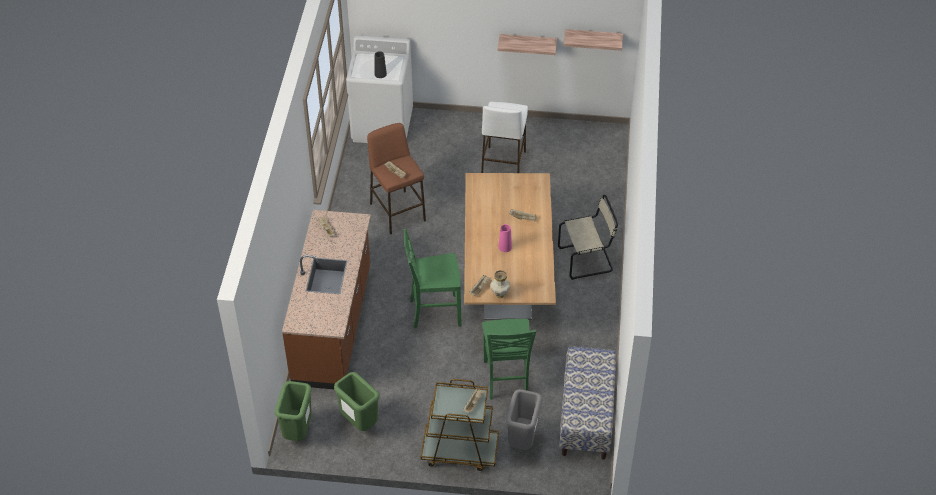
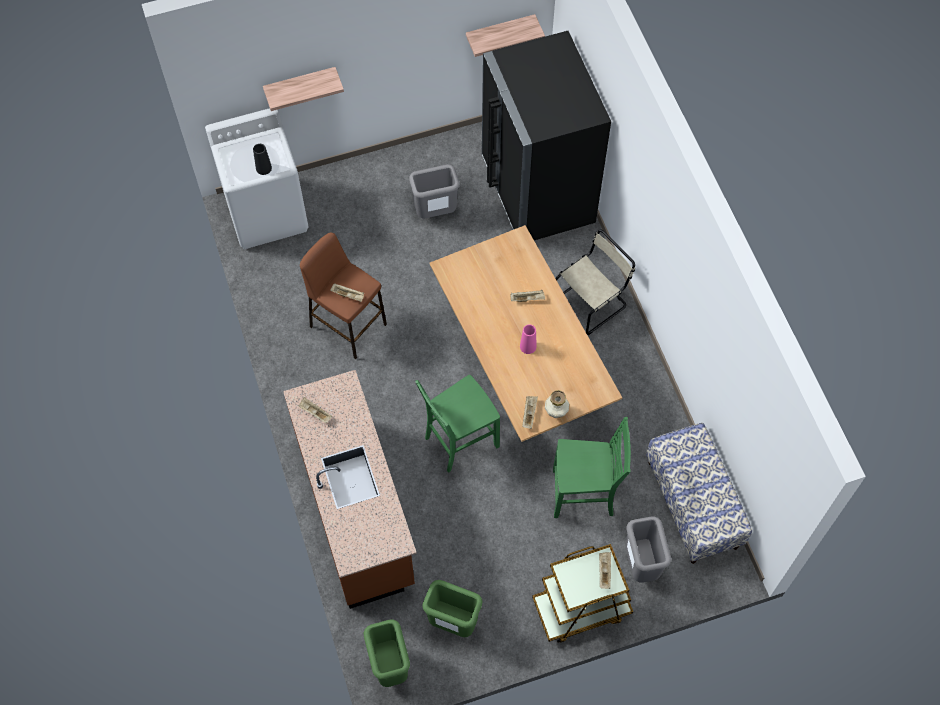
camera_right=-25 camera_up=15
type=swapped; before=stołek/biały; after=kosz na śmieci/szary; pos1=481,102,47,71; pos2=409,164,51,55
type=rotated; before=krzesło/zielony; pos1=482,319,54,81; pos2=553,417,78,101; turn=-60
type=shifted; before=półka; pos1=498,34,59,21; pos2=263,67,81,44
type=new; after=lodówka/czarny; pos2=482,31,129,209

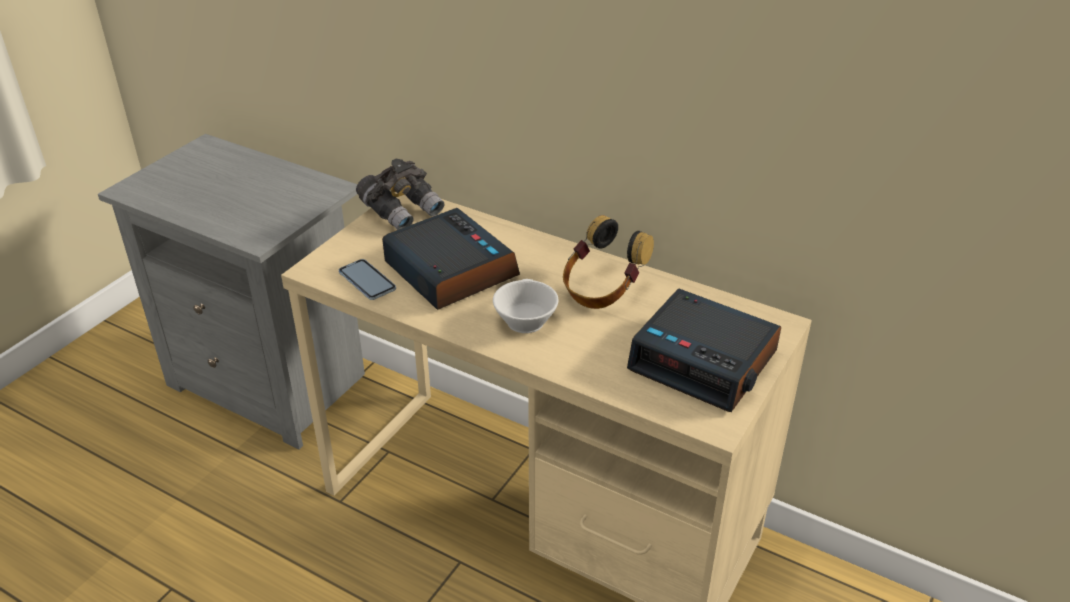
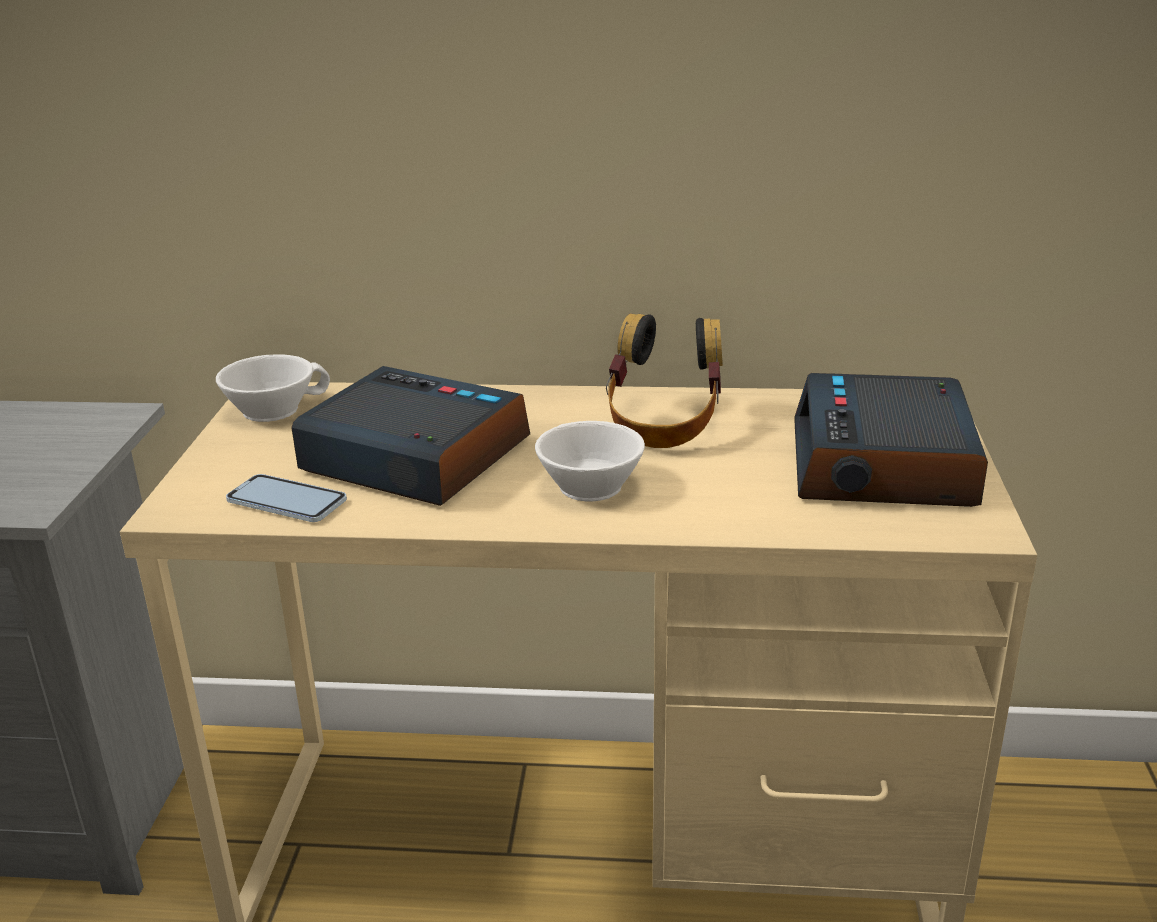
camera_right=-25 camera_up=-10
type=swapped; before=lornetka/szary; after=filiżanka/biały; pos1=356,159,88,71; pos2=216,354,114,68
type=rotated; before=budzik; pos1=627,289,154,123; pos2=794,373,194,134; turn=90

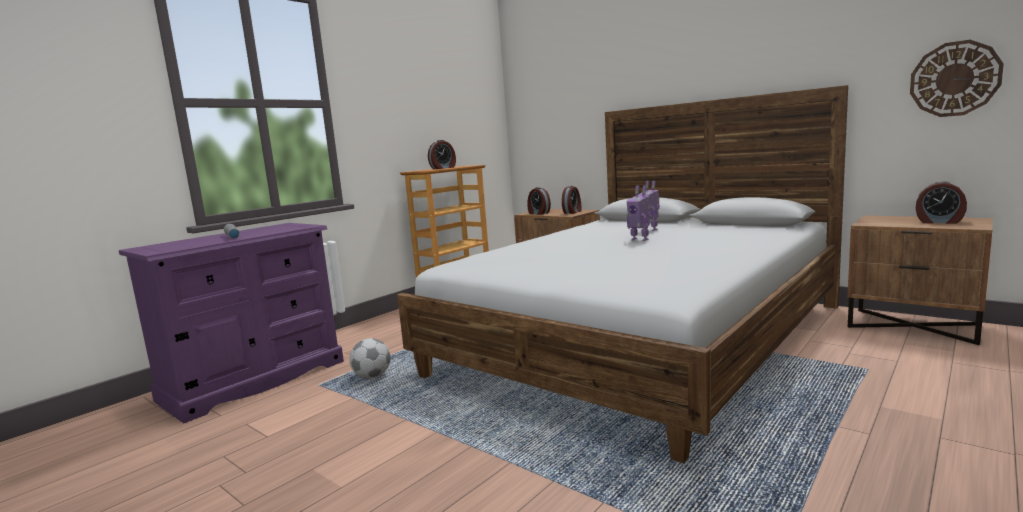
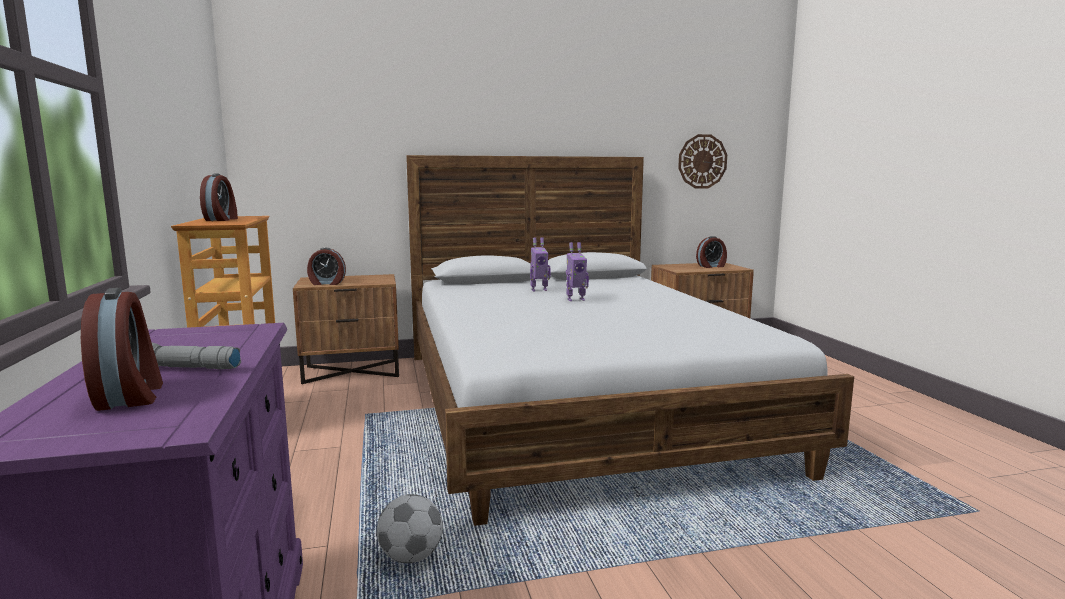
camera_right=-55 camera_up=0
type=shifted; before=budzik; pos1=562,186,20,28; pos2=81,288,82,123

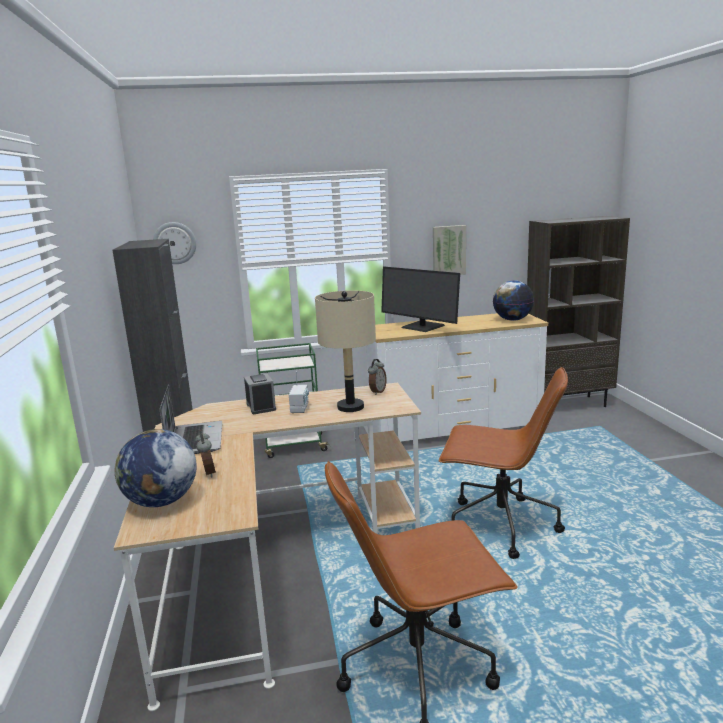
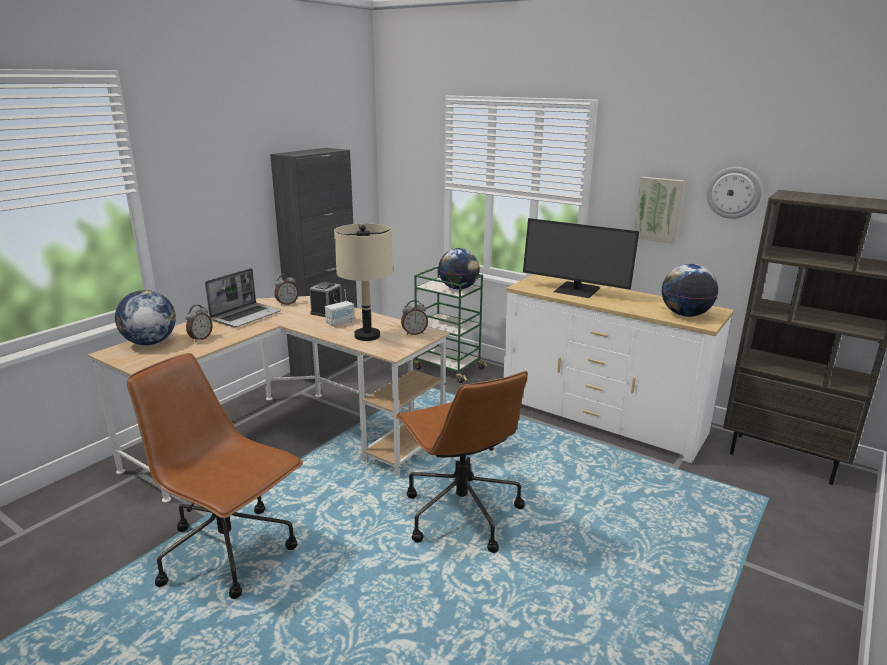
camera_right=45 camera_up=5
type=shifted; before=zegar ścienny; pos1=153,222,43,42; pos2=707,167,55,52
type=rotated; before=monitor; pos1=381,267,79,65; pos2=523,218,116,80; turn=-60
type=new; after=budzik; pos2=274,274,25,32
type=new; after=globus; pos2=438,248,42,42

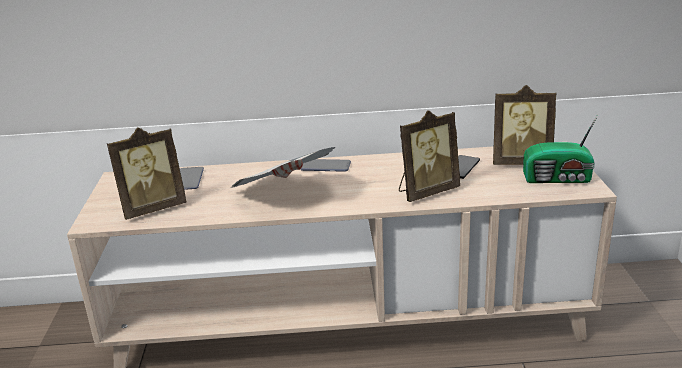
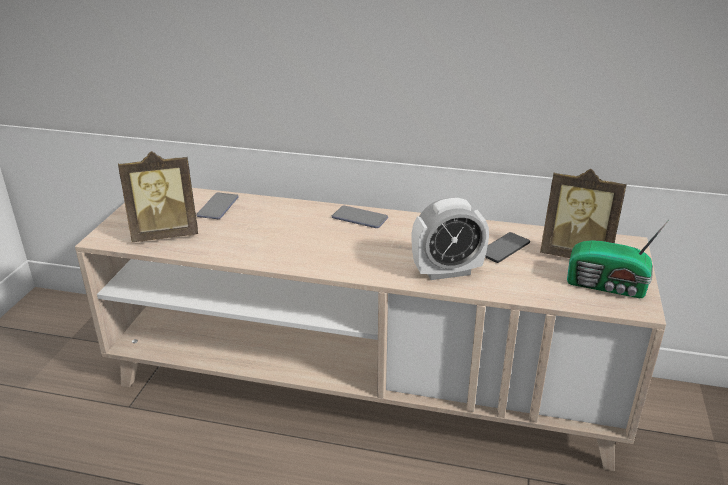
camera_right=15 camera_up=5
type=gone; before=gazeta; pos1=231,147,105,41
type=swapped; before=ramka na zdjęcie; after=budzik; pos1=399,110,61,92; pos2=412,198,77,82

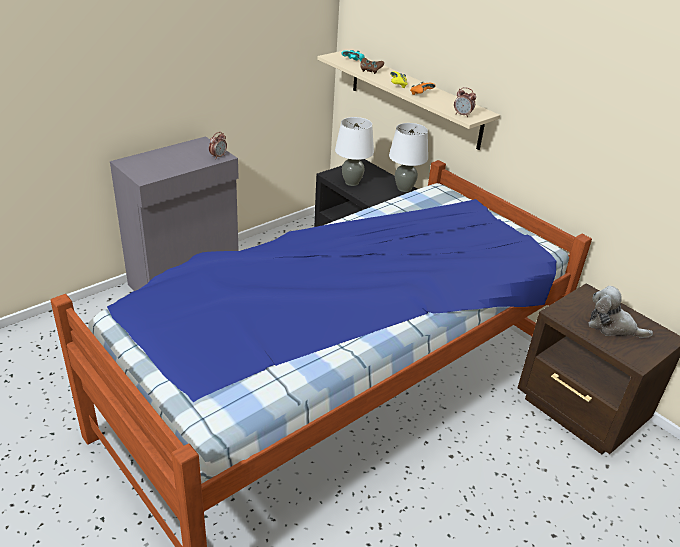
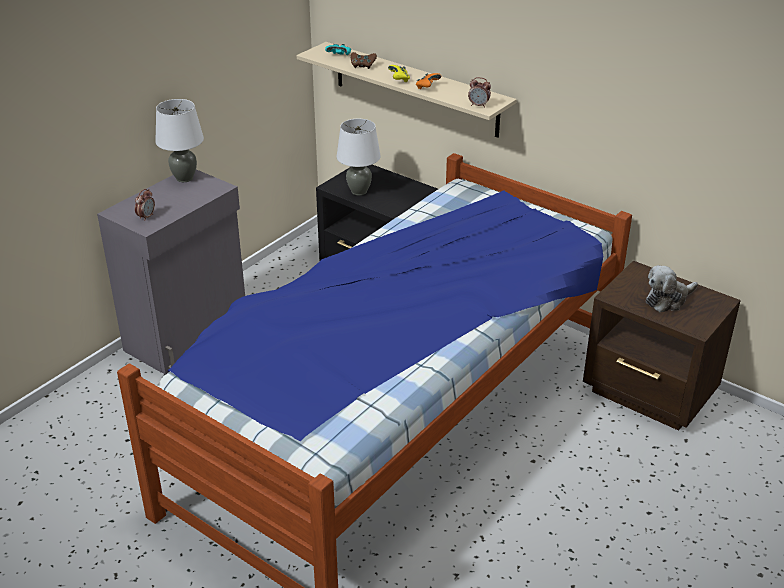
camera_right=-10 camera_up=0
type=shifted; before=budzik; pos1=209,132,18,26; pos2=135,189,20,32
type=shifted; before=lampa stołowa/biały; pos1=389,123,39,69; pos2=155,99,49,83
type=rotated; before=pluszak; pos1=588,286,65,52; pos2=646,265,52,47; turn=-45

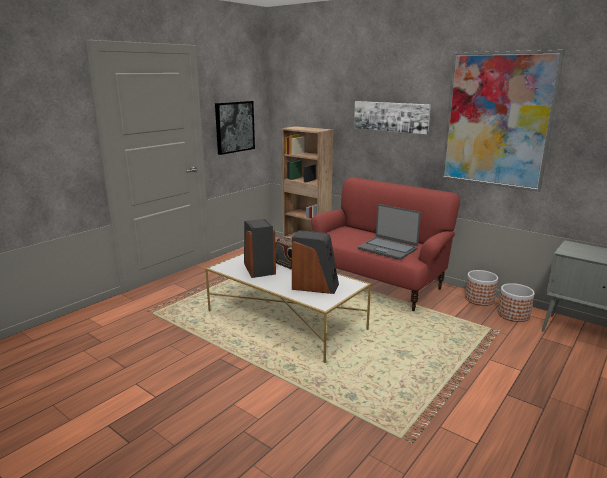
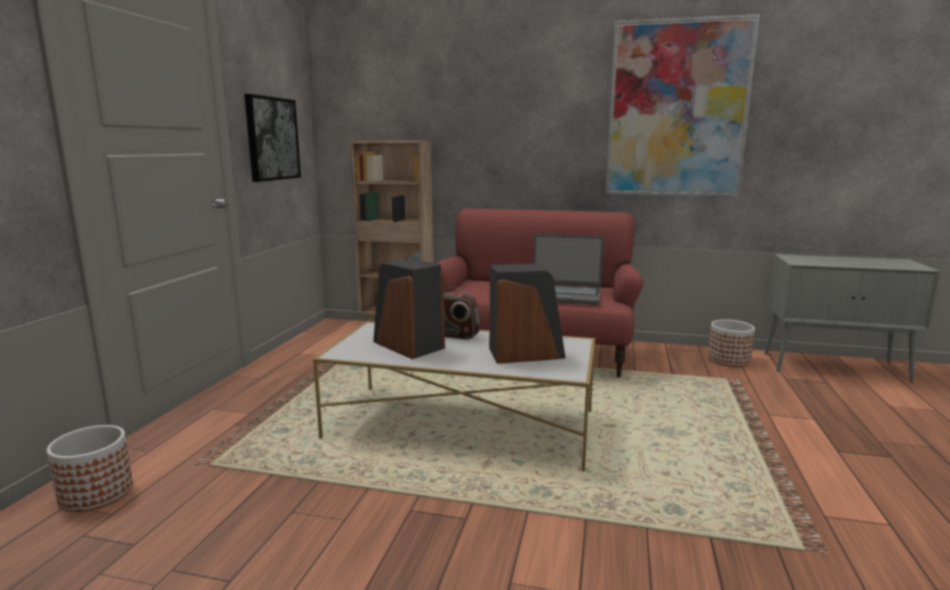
camera_right=-25 camera_up=-5
type=gone; before=obraz; pos1=354,101,77,33
type=shifted; before=donica; pos1=465,270,33,36; pos2=46,425,87,87

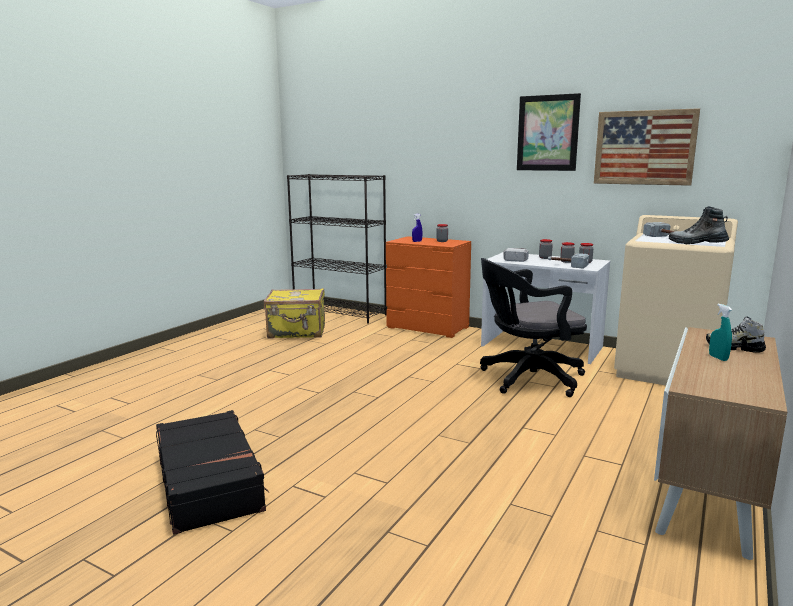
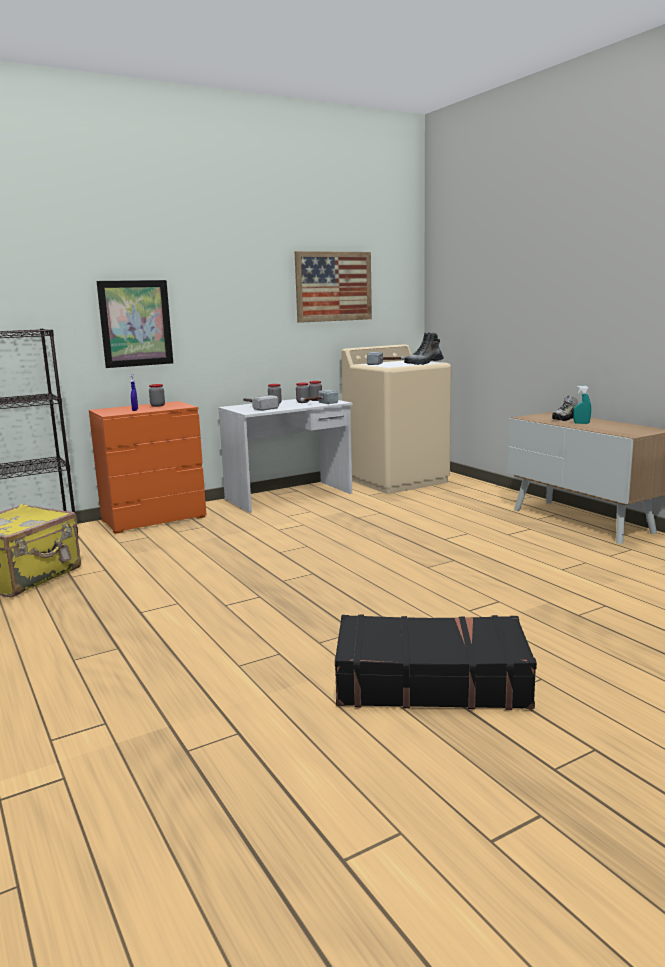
camera_right=-60 camera_up=0
type=gone; before=krzesło biurowe/czarny; pos1=480,258,107,139
type=shifted; before=obraz; pos1=517,93,64,78; pos2=97,280,76,88

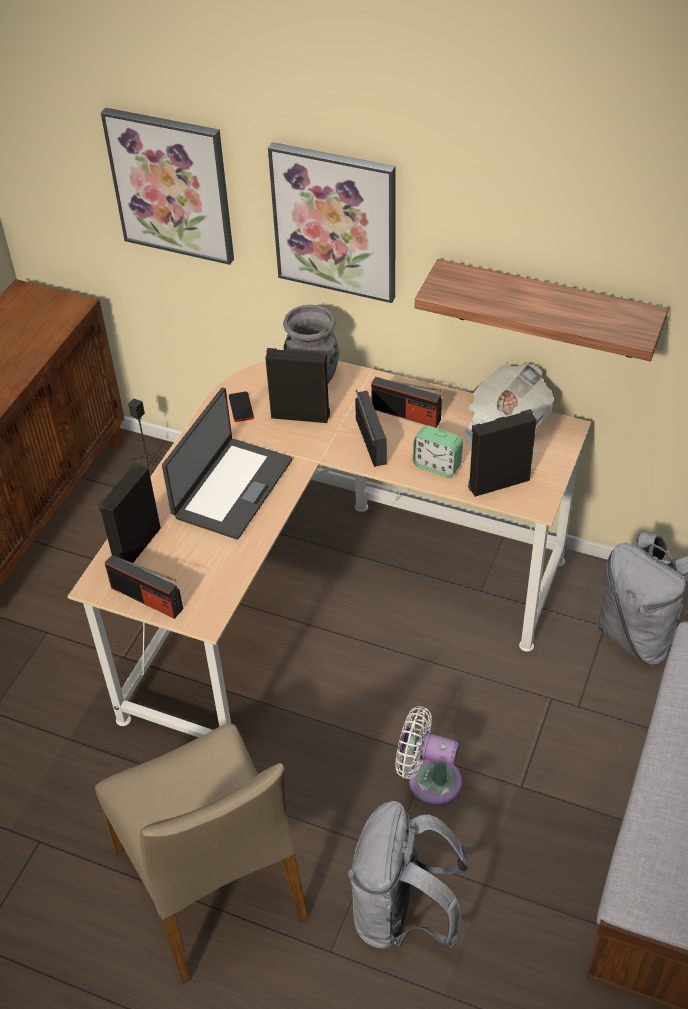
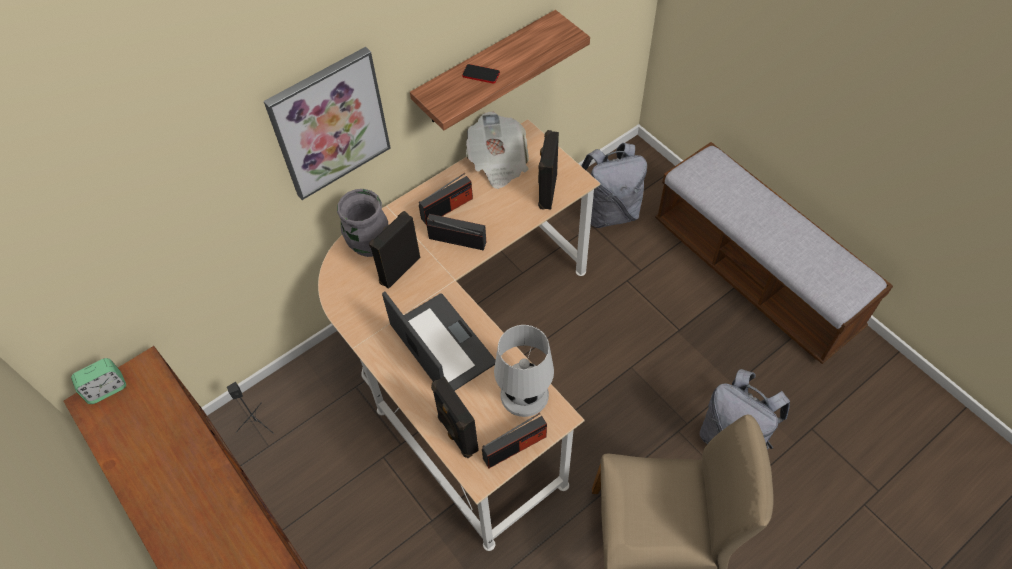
camera_right=-60 camera_up=10
type=gone; before=obraz; pos1=101,108,133,157
type=shifted; before=telefon; pos1=229,391,25,31; pos2=462,64,38,20
type=gone; before=wentylator/biały; pos1=395,706,67,100
type=shifted; before=budzik; pos1=413,425,50,53; pos2=71,358,55,46
type=new; after=lampa stołowa/biały; pos2=494,325,60,92

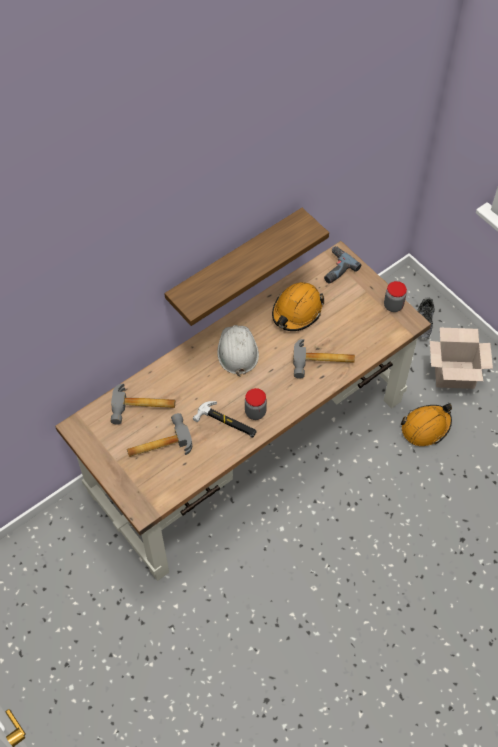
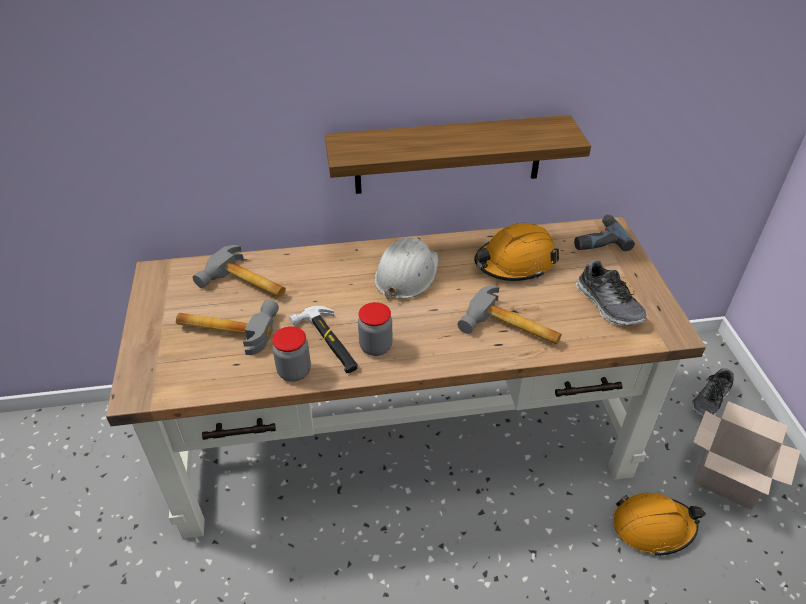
camera_right=30 camera_up=-15
type=shifted; before=słoik; pos1=384,281,23,31; pos2=272,326,39,56
type=new; after=but; pos2=576,260,71,66

